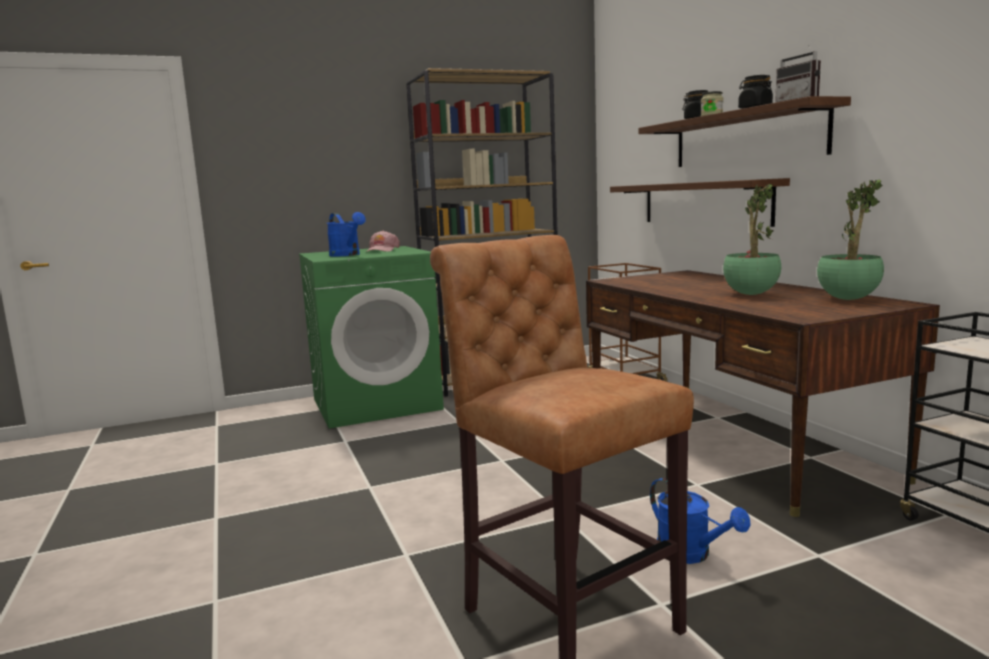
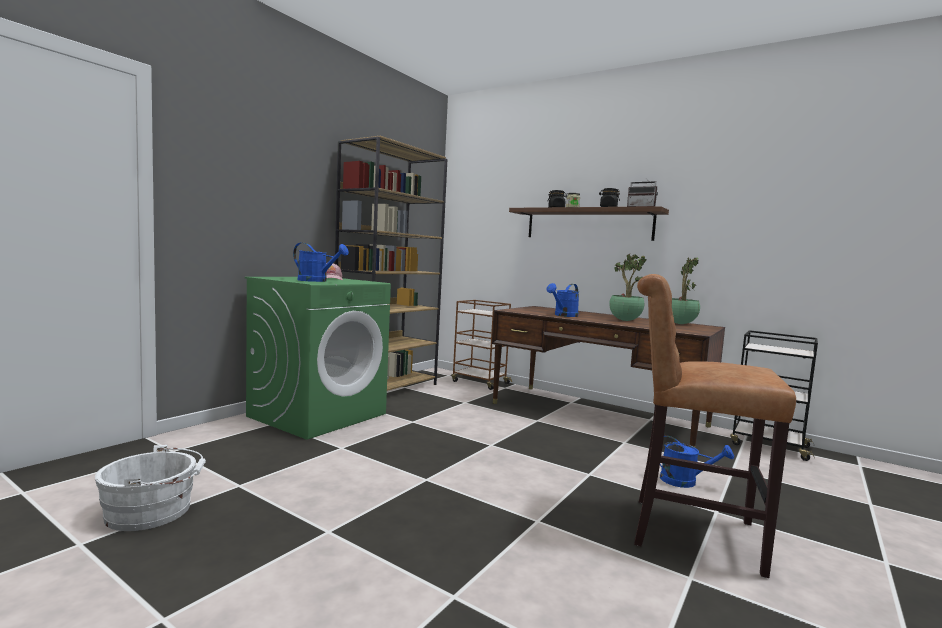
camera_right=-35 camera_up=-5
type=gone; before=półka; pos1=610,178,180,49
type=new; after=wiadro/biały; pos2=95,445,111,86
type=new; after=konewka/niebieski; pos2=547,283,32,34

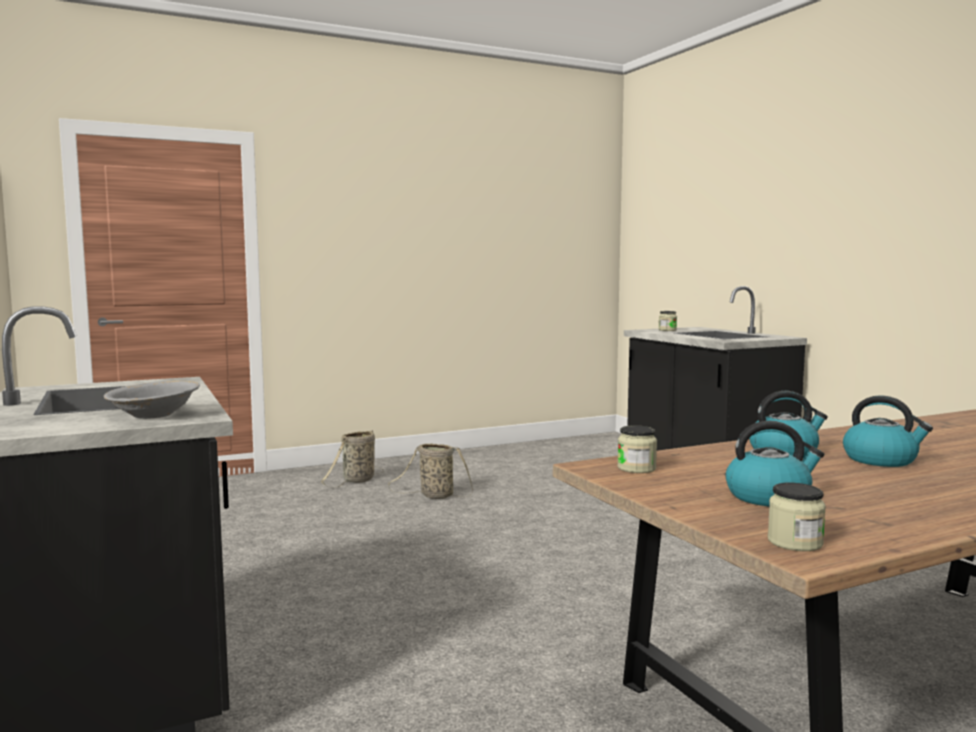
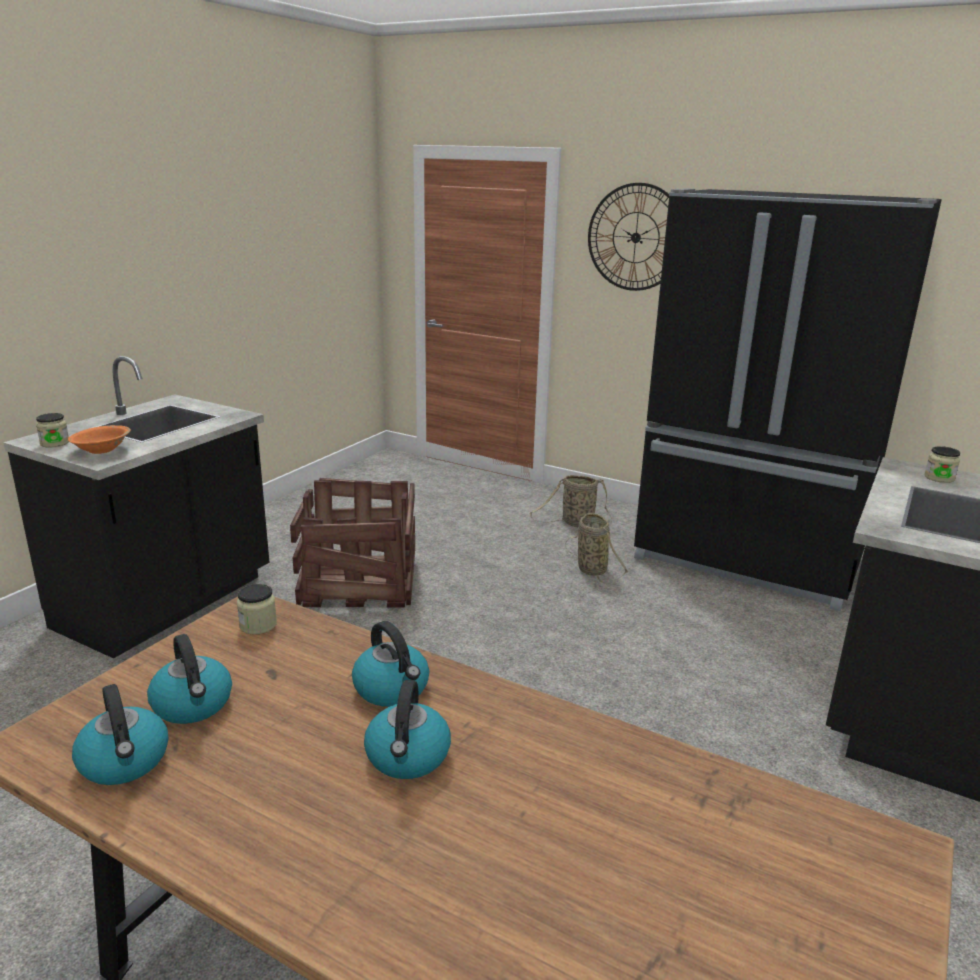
camera_right=55 camera_up=15
type=repainted; before=miska/szary; after=miska/pomarańczowy; pos1=104,381,96,38; pos2=68,425,63,29
type=shifted; before=słoik; pos1=768,483,58,68; pos2=36,413,33,35
type=new; after=czajnik; pos2=72,684,96,101
type=new; after=skrzynka; pos2=290,478,125,129
type=new; after=zegar ścienny; pos2=588,183,81,108
type=new; after=lodówka/czarny; pos2=634,188,308,423

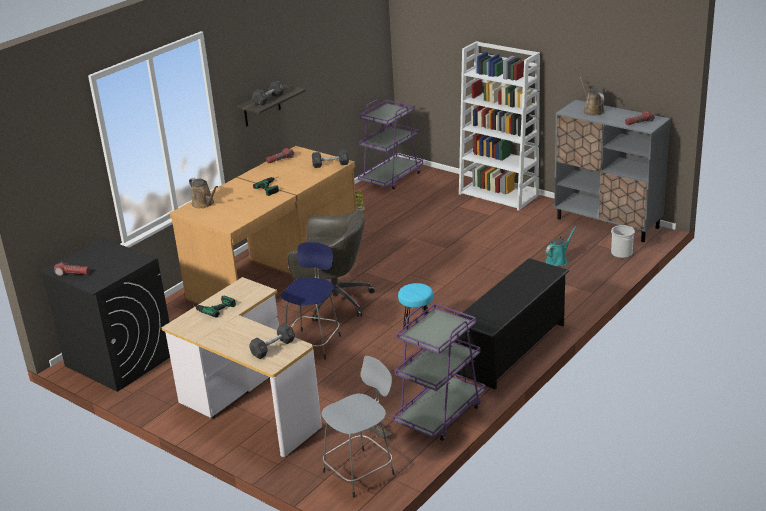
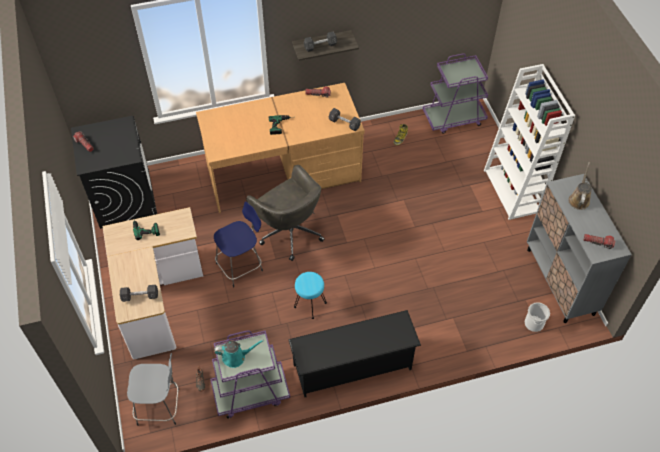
camera_right=35 camera_up=25
type=gone; before=konewka/brązowy; pos1=189,178,29,30
type=shifted; before=konewka/turkusowy; pos1=546,226,30,41; pos2=214,340,50,28

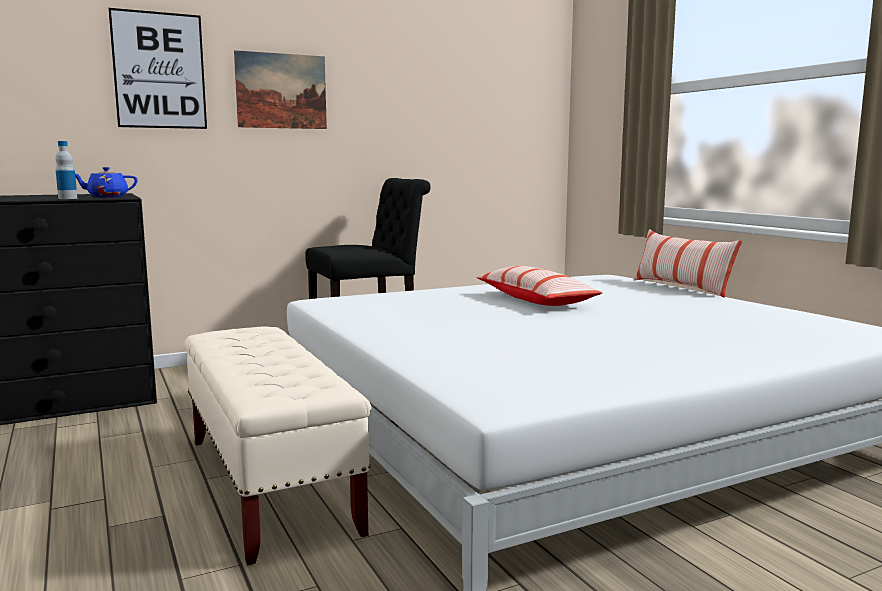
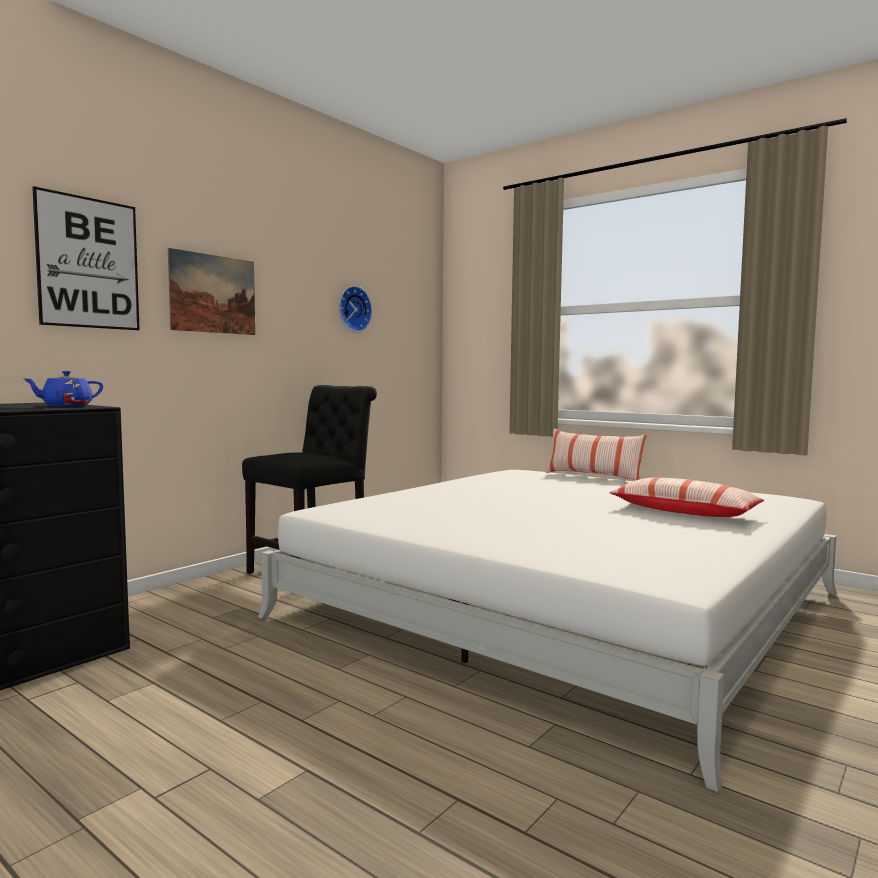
camera_right=-25 camera_up=-5
type=gone; before=butelka; pos1=55,141,22,58
type=gone; before=ławka/beżowy; pos1=184,326,187,239
type=shifted; before=poduszka; pos1=477,266,125,40; pos2=609,477,155,40
type=new; after=zegar ścienny; pos2=339,286,33,47

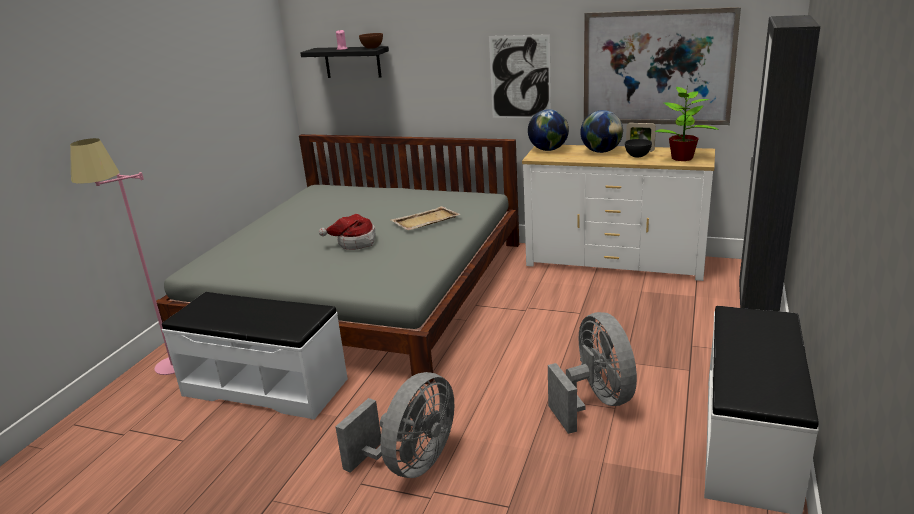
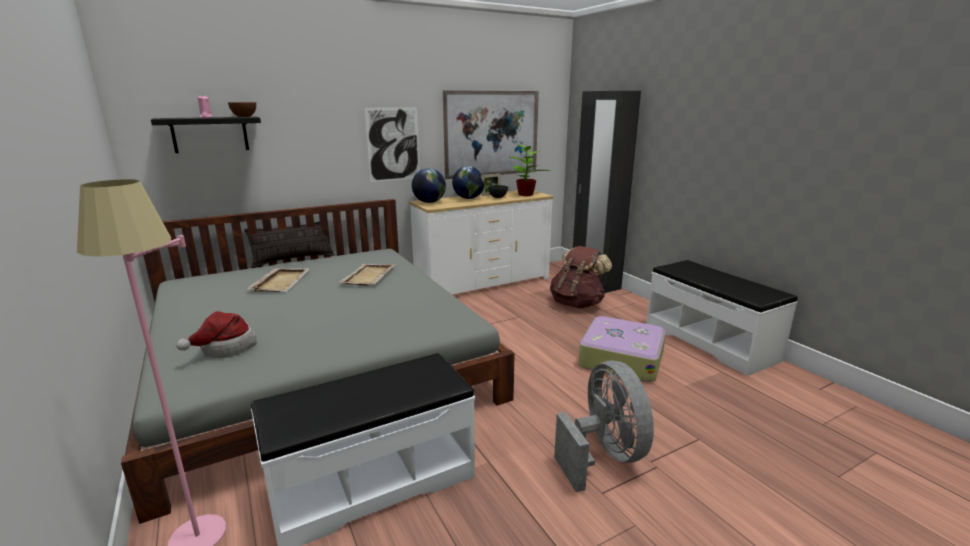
camera_right=-50 camera_up=-5
type=shifted; before=kapelusz; pos1=319,214,56,36; pos2=176,311,81,47
type=swapped; before=wentylator/szary; after=walizka; pos1=548,312,89,122; pos2=578,316,88,66
type=new; after=poduszka; pos2=245,221,90,47
type=new; after=taca/beżowy; pos2=248,268,61,24
type=new; after=plecak/brązowy; pos2=550,246,62,62

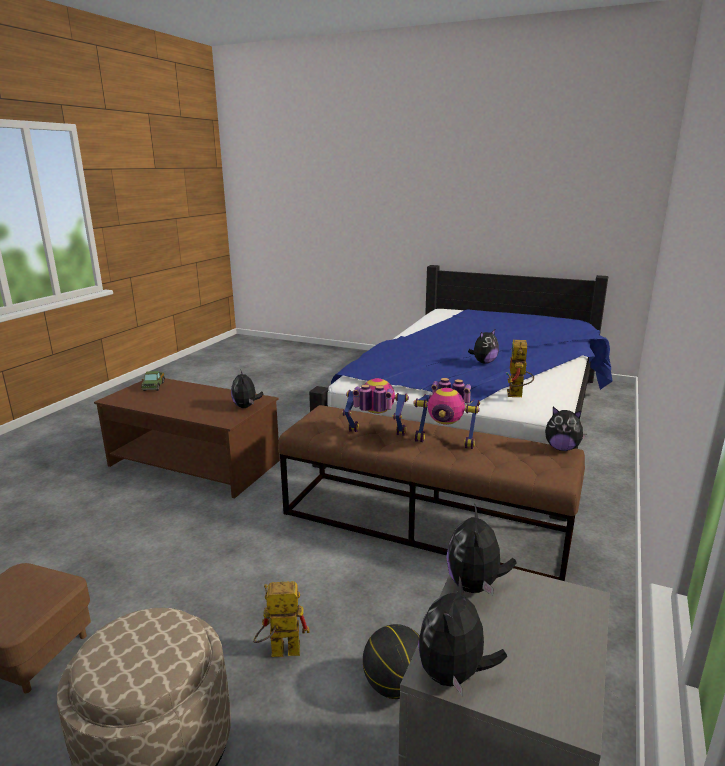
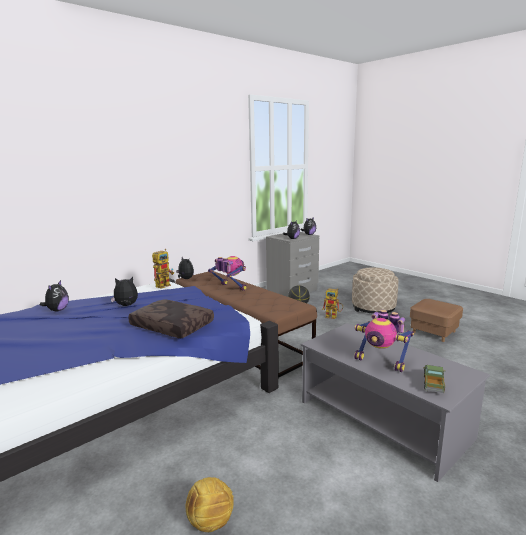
camera_right=-155 camera_up=-5
type=repainted; before=ława/brązowy; after=ława/szary; pos1=94,378,186,120; pos2=301,323,189,159
type=shifted; before=pluszak; pos1=231,369,32,39; pos2=40,280,29,32
type=shifted; before=robot zabawkowy; pos1=342,378,67,58; pos2=354,310,60,62
type=new; after=poduszka/brązowy; pos2=128,299,86,39
type=new; after=piłka futbolowa; pos2=186,477,48,55

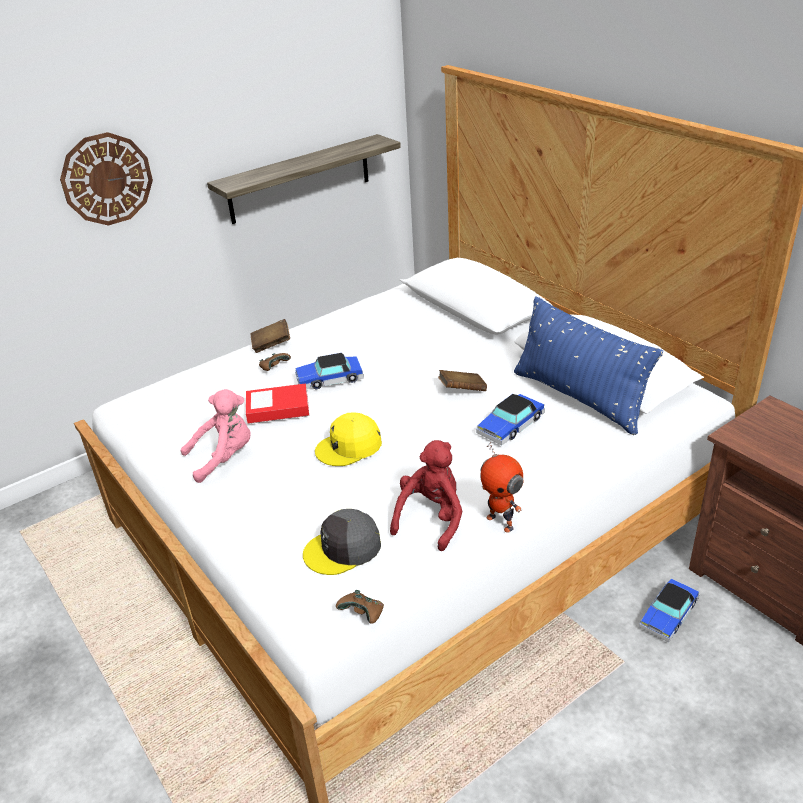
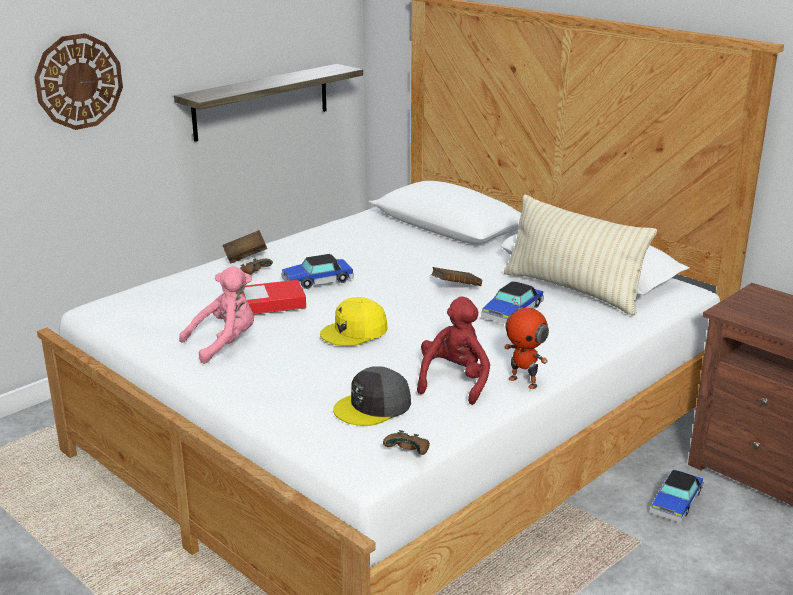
camera_right=-10 camera_up=-10
type=repainted; before=poduszka/niebieski; after=poduszka/beżowy; pos1=514,296,149,139; pos2=504,194,153,122

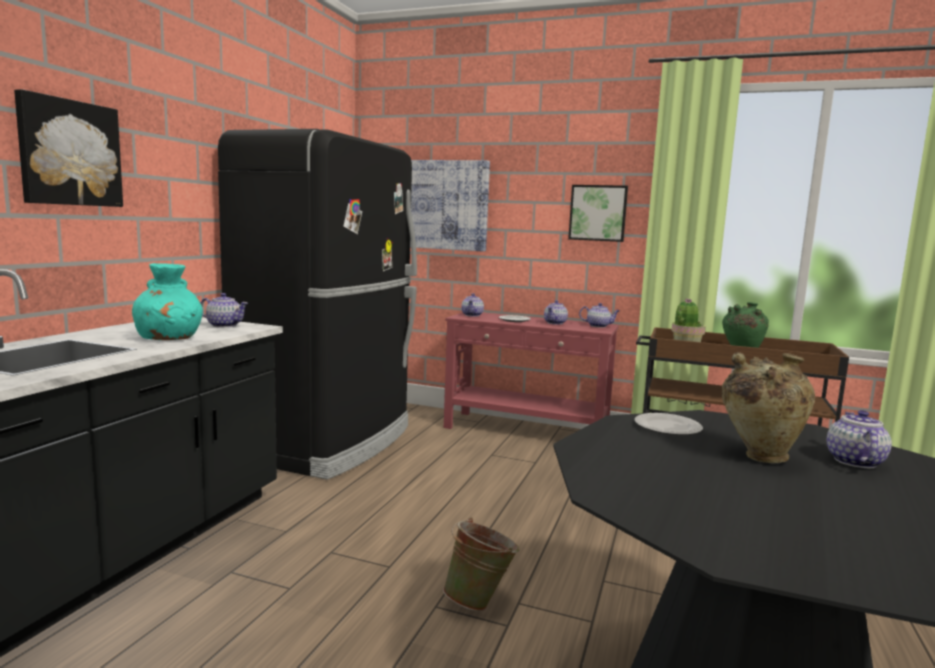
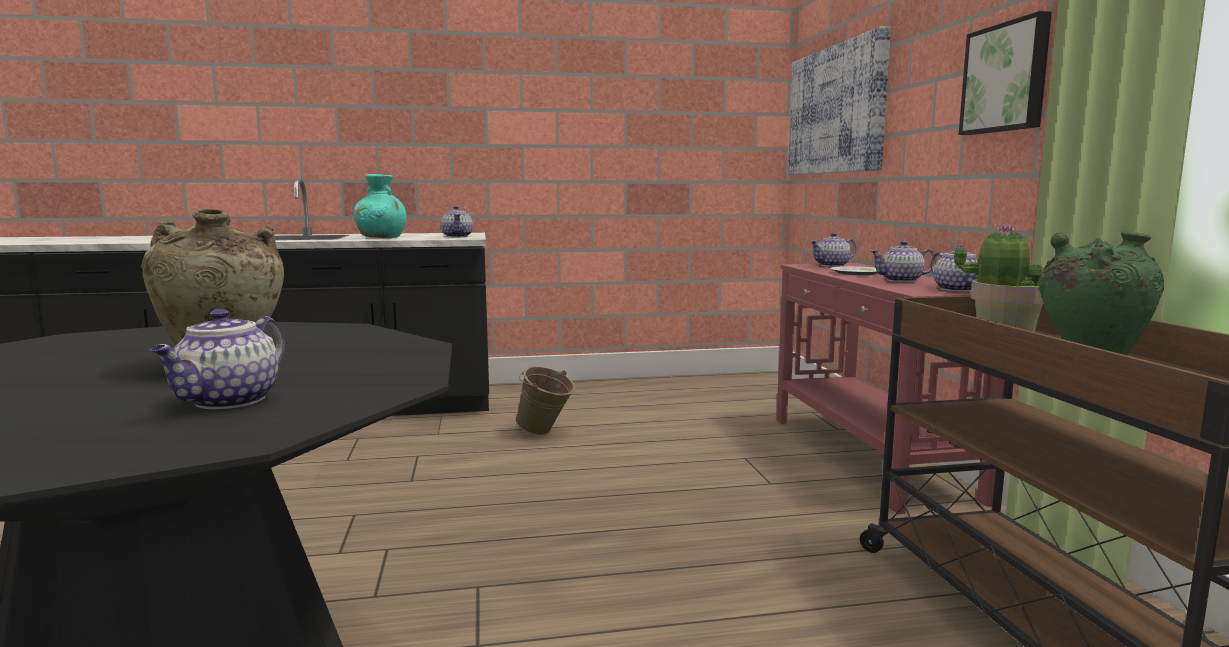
camera_right=60 camera_up=0
type=gone; before=obraz; pos1=14,89,109,118
type=gone; before=lodówka/czarny; pos1=218,129,199,351
type=shifted; before=wiadro/zielony; pos1=443,517,76,94; pos2=516,366,59,69
type=gone; before=talerz; pos1=634,413,69,23
type=rotated; before=imbryk; pos1=827,410,65,58; pos2=150,309,135,100; turn=120

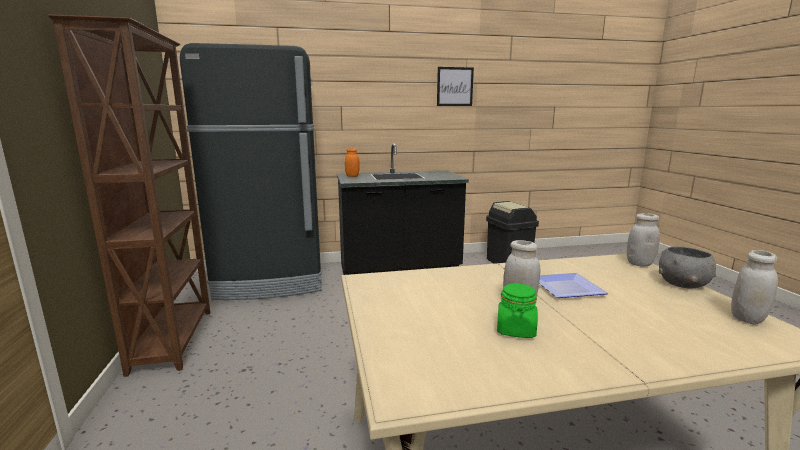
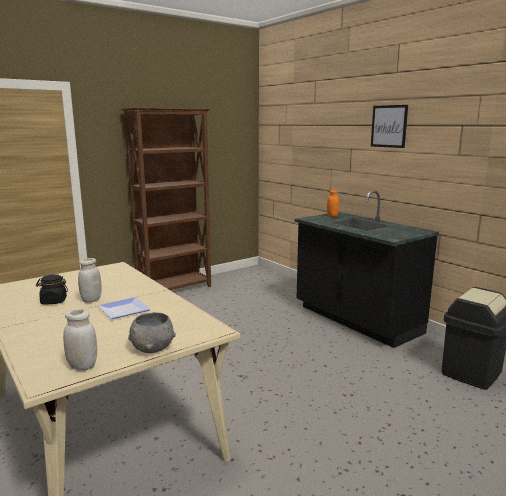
camera_right=65 camera_up=0
type=gone; before=lodówka/czarny; pos1=180,43,142,257
type=shifted; before=obraz; pos1=437,67,37,39; pos2=371,105,37,43
type=repainted; before=słoik/zielony; after=słoik/czarny; pos1=497,283,41,55; pos2=36,274,32,30
type=gone; before=słoik/biały; pos1=627,213,33,53

